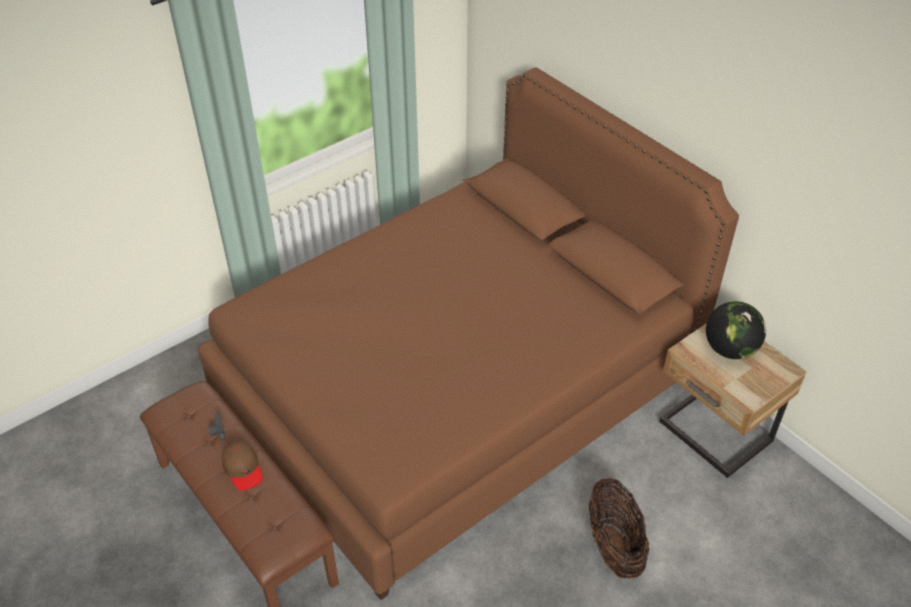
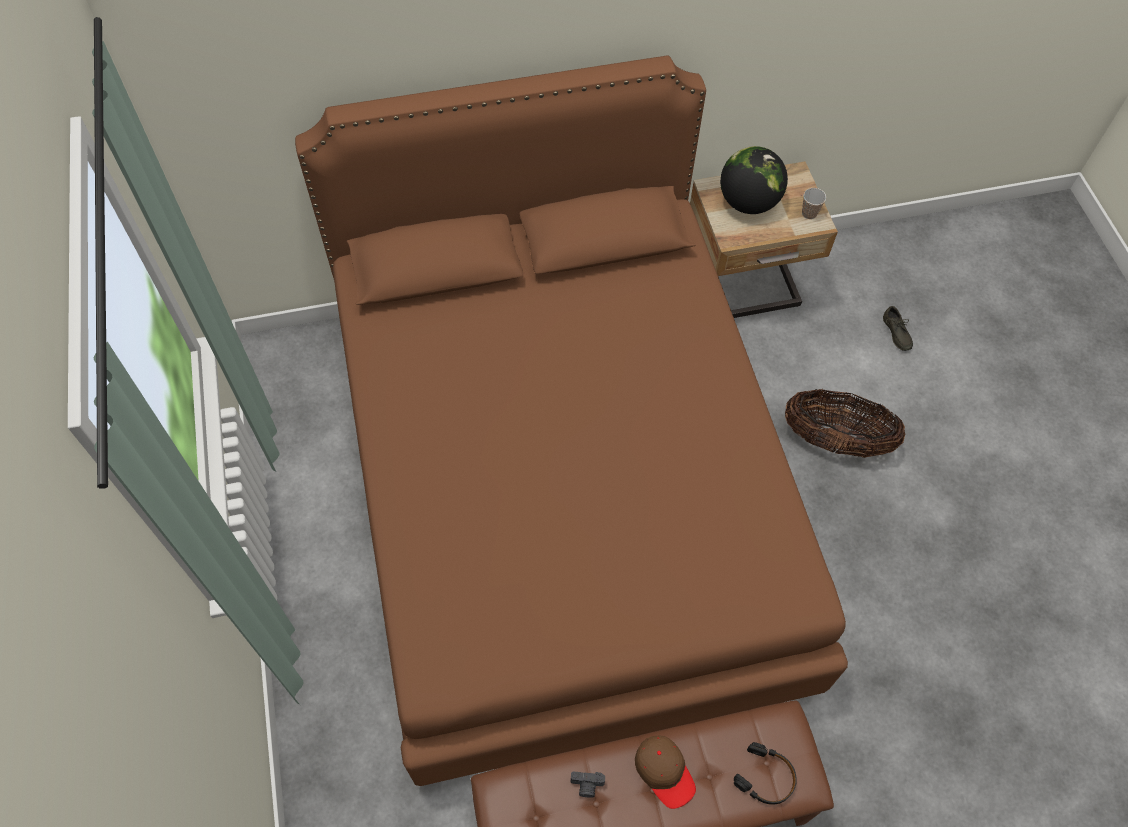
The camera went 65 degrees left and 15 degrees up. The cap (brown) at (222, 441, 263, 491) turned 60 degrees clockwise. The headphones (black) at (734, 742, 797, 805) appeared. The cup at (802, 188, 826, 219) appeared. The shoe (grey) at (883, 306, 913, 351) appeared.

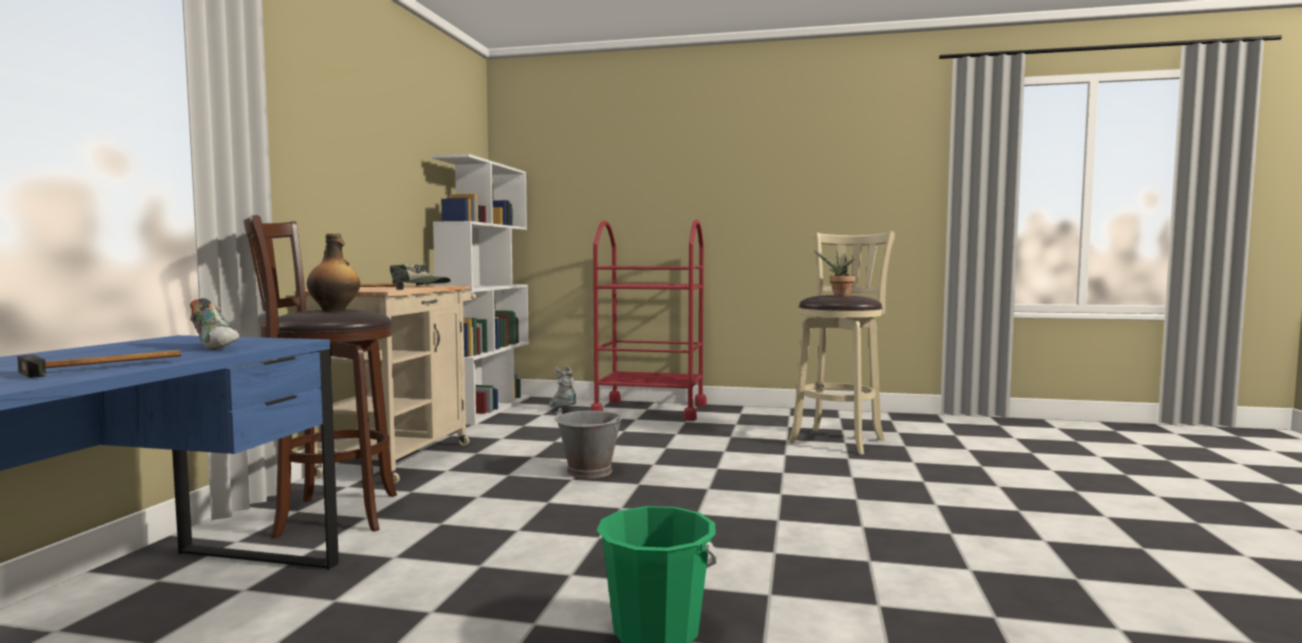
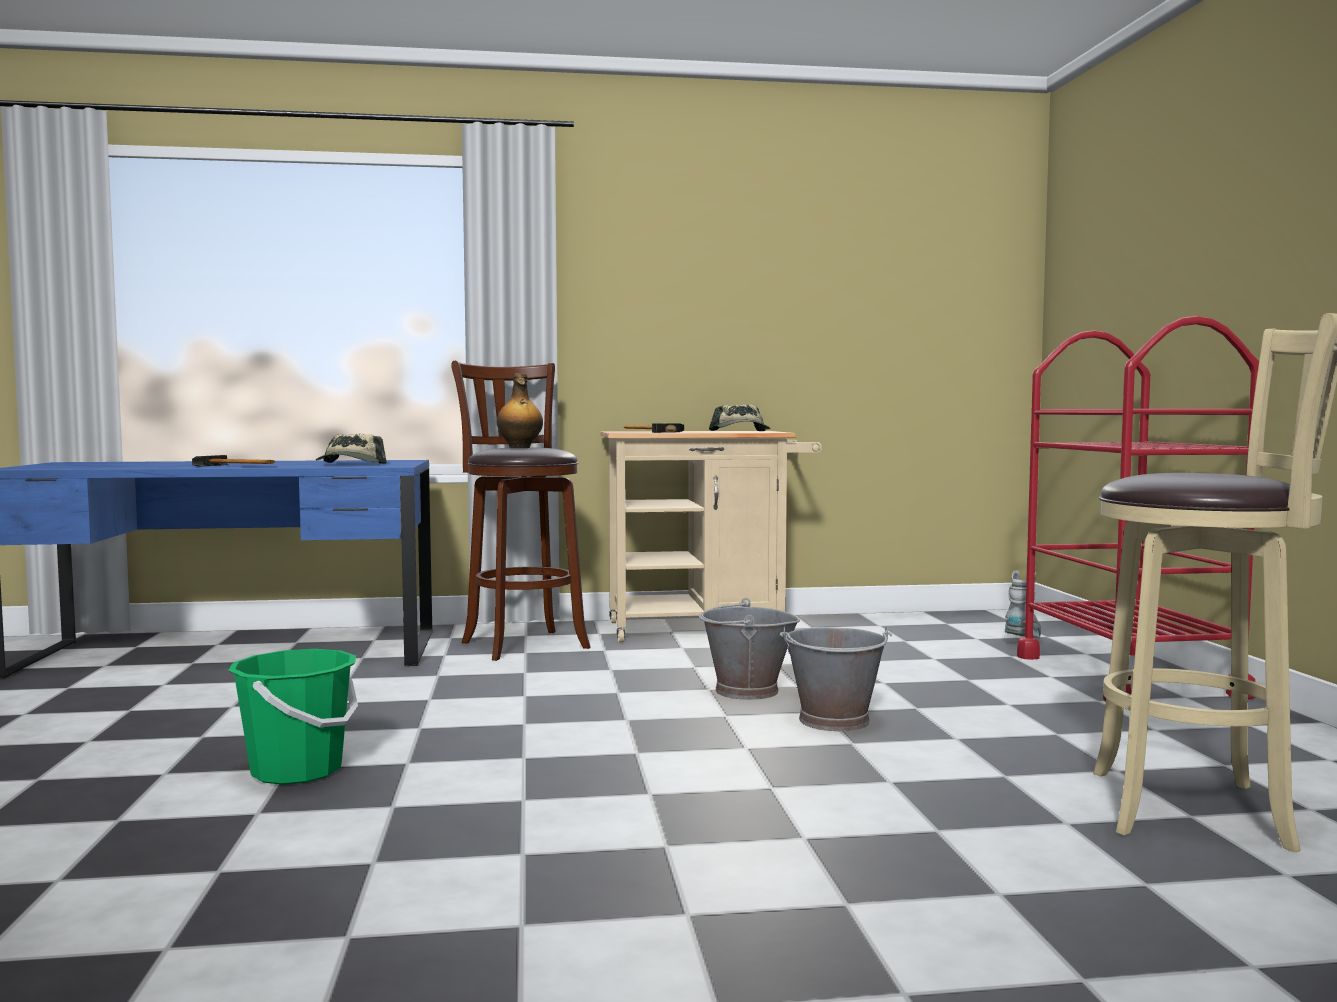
The camera went 70 degrees right and 0 degrees up. The shoe at (190, 298, 239, 350) was replaced by the cap at (316, 434, 387, 464). The bucket (grey) at (780, 627, 892, 731) appeared. The bookcase (white) at (431, 154, 530, 425) disappeared. The potted plant at (814, 251, 855, 297) disappeared.

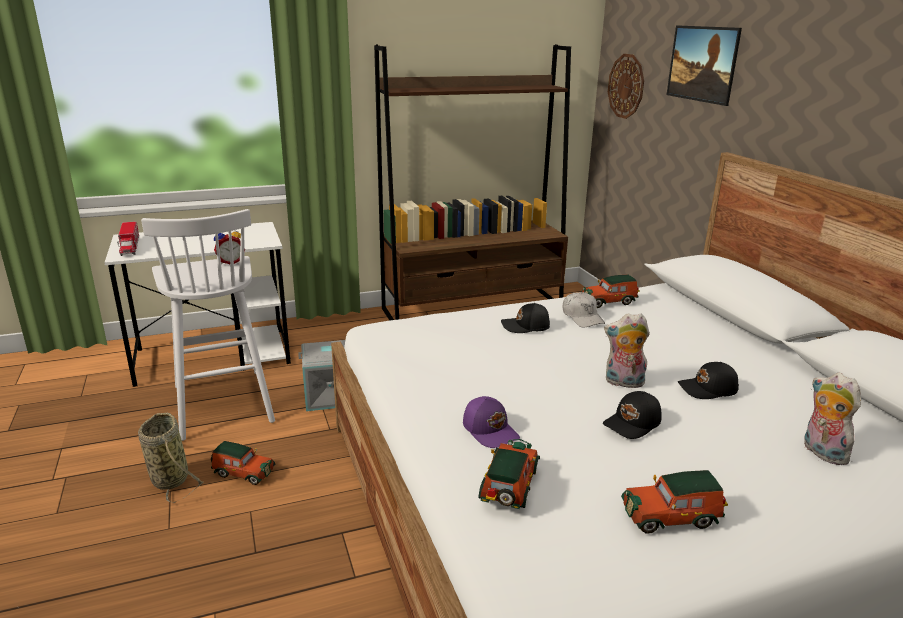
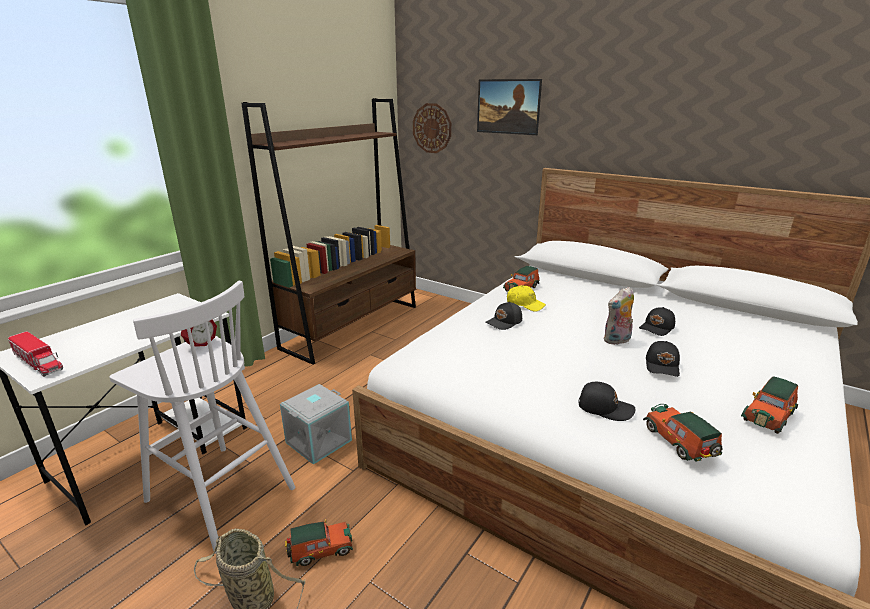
The camera went 35 degrees left and 0 degrees up. The cap (white) at (563, 292, 605, 327) became the cap (yellow) at (507, 285, 546, 312). The cap (purple) at (463, 396, 520, 448) became the cap (black) at (579, 382, 635, 421). The plush toy at (804, 373, 861, 465) disappeared.

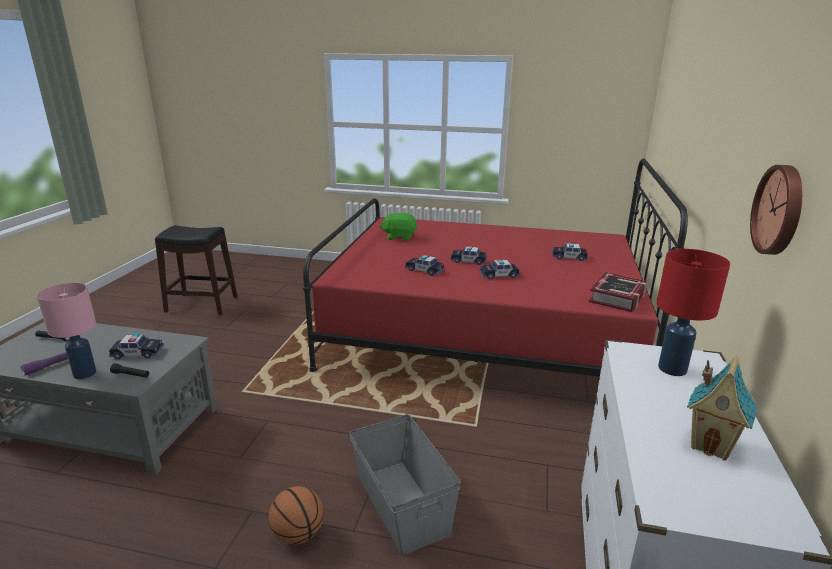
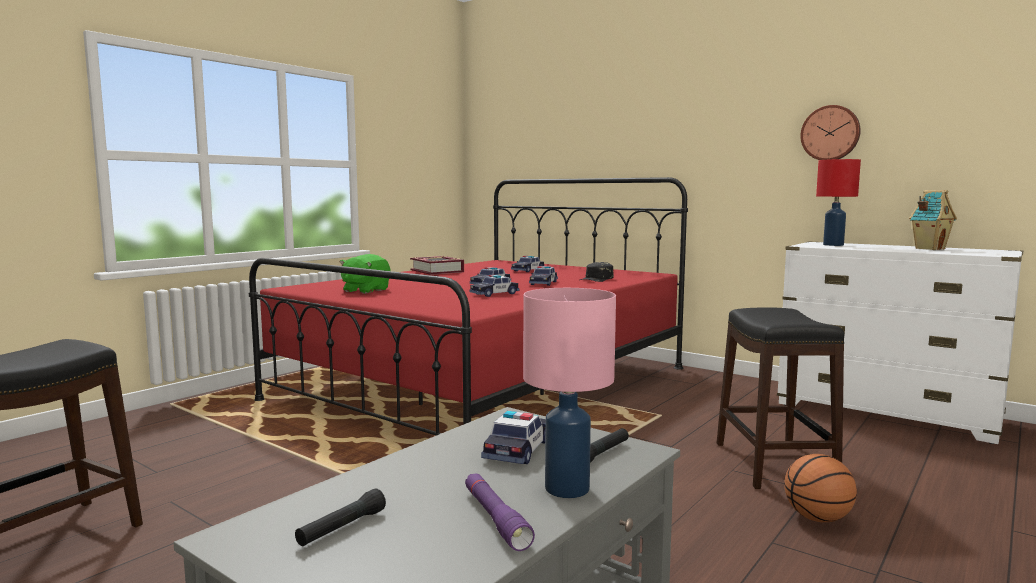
The camera went 65 degrees left and 15 degrees down. The book moved from (589, 272, 647, 312) to (410, 256, 464, 275). The cap (black) at (580, 262, 614, 282) appeared. The storage box (grey) at (349, 414, 461, 555) was replaced by the stool (black) at (717, 307, 844, 489).

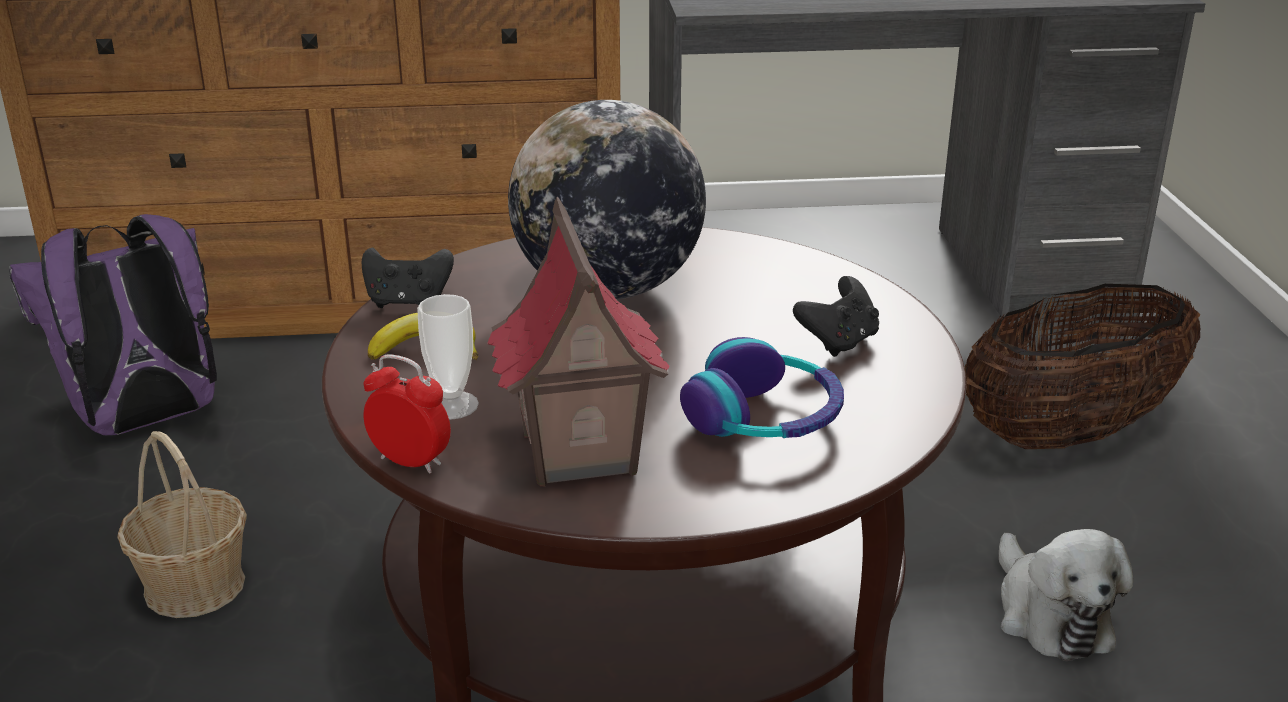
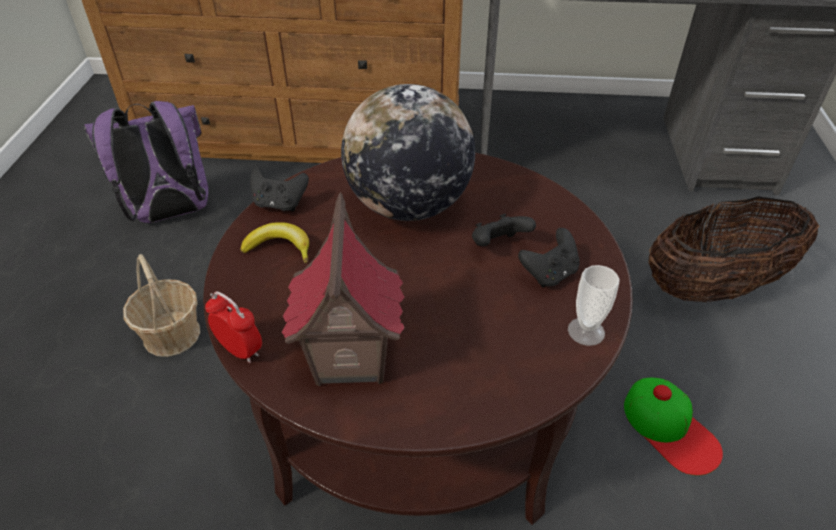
The camera went 10 degrees right and 15 degrees up. The game controller (black) at (472, 214, 536, 246) appeared. The cup moved from (417, 294, 479, 420) to (568, 265, 620, 346). The plush toy at (998, 529, 1133, 661) was replaced by the cap at (624, 378, 723, 476). The headphones at (680, 337, 844, 438) disappeared.

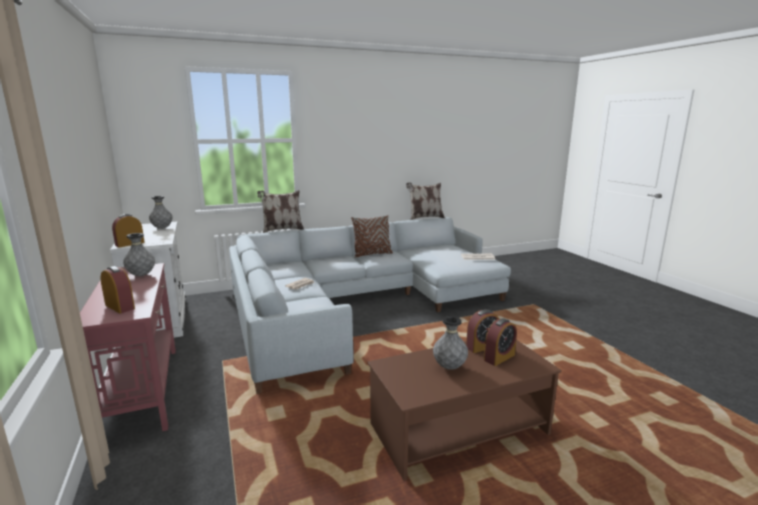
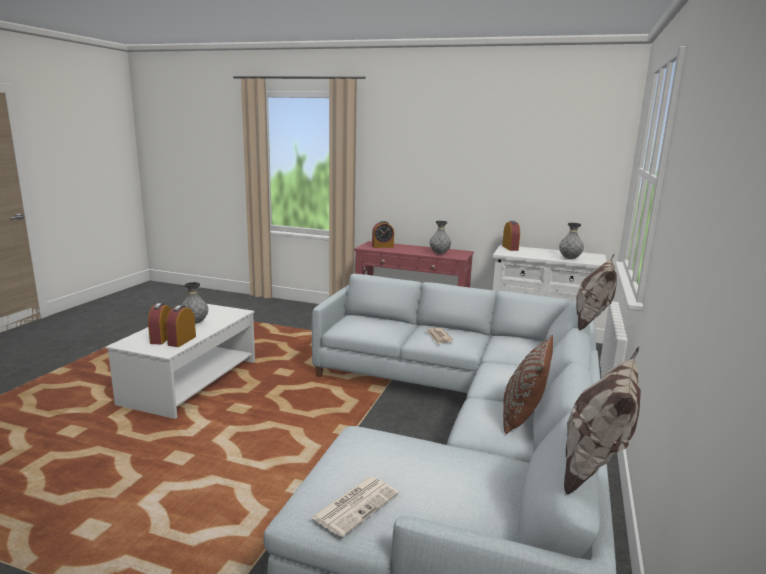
The camera went 130 degrees right and 0 degrees up. The coffee table (brown) at (367, 340, 562, 481) became the coffee table (white) at (105, 304, 255, 419).

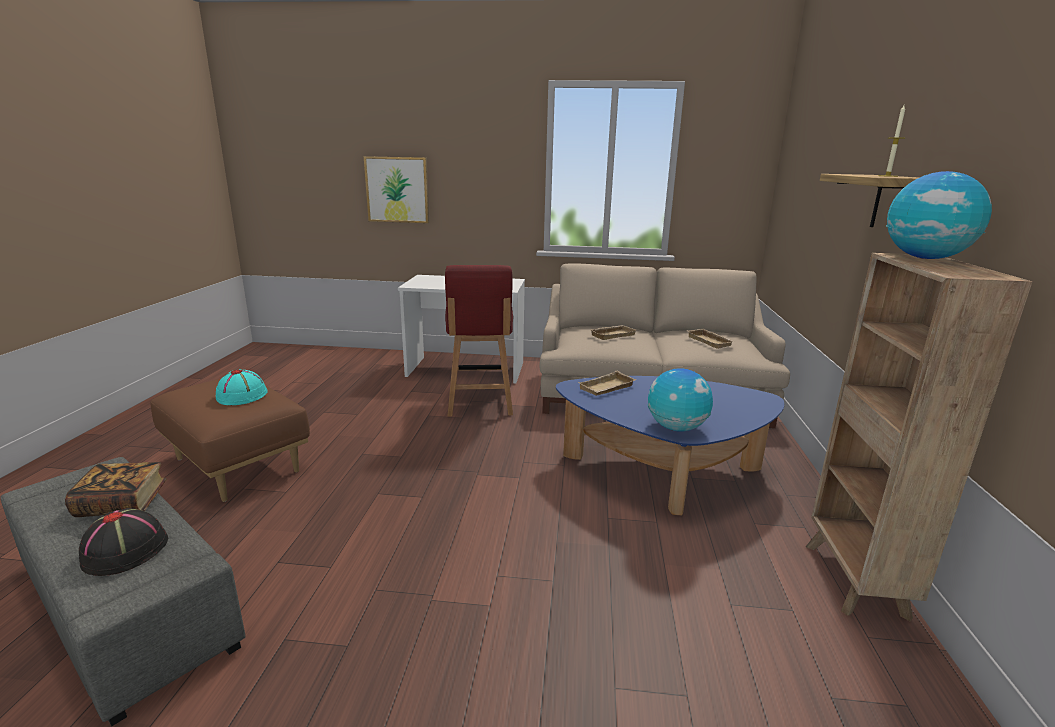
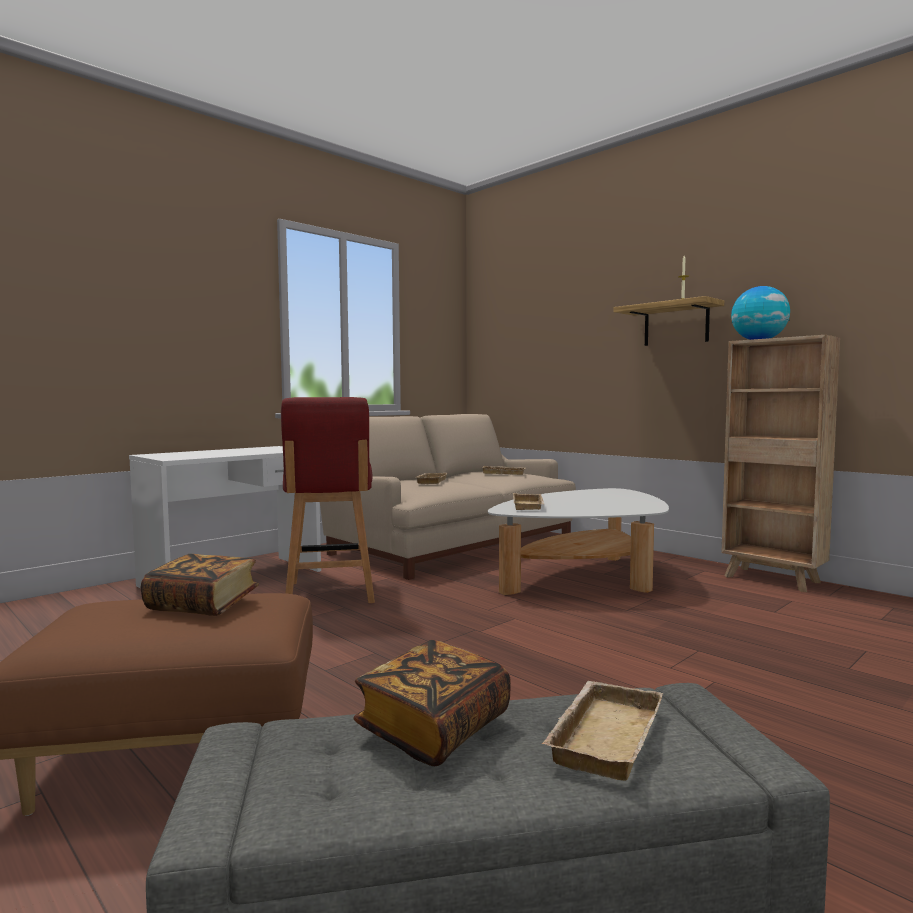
The camera went 50 degrees left and 15 degrees down. The hat (turquoise) at (216, 369, 267, 405) was replaced by the book at (141, 554, 259, 616). The chair (red) at (445, 265, 513, 417) turned 45 degrees clockwise. The coffee table (blue) at (556, 376, 784, 515) became the coffee table (white) at (488, 488, 669, 595). The hat (black) at (79, 508, 168, 576) was replaced by the tray (beige) at (542, 681, 663, 781). The picture at (364, 156, 429, 223) disappeared. The globe at (648, 368, 713, 432) disappeared.

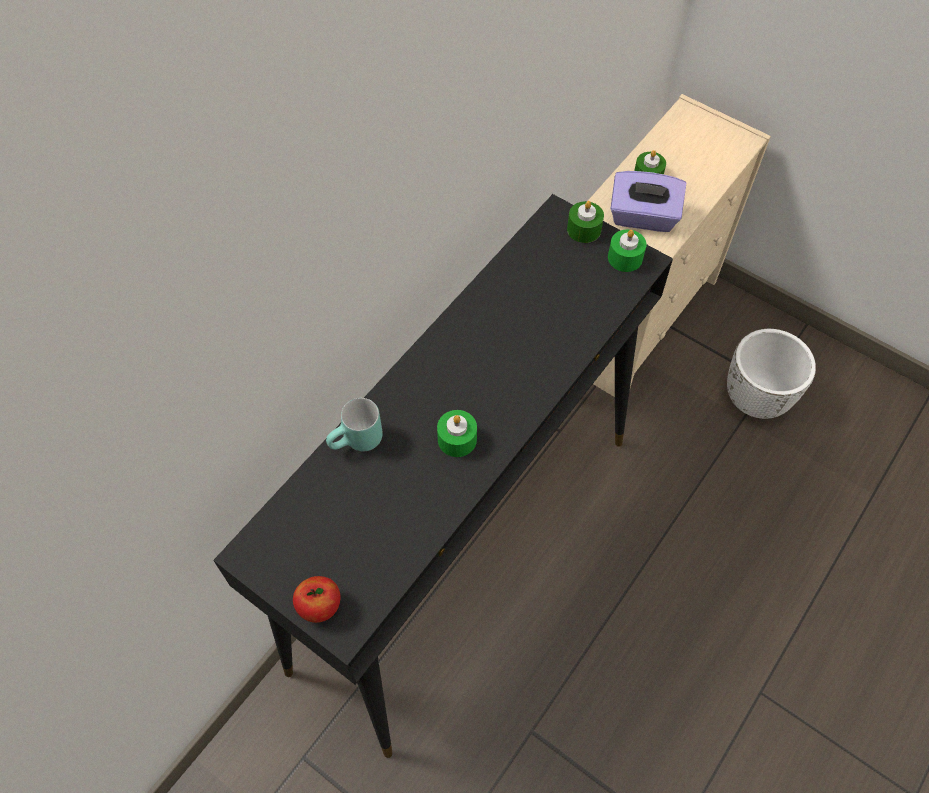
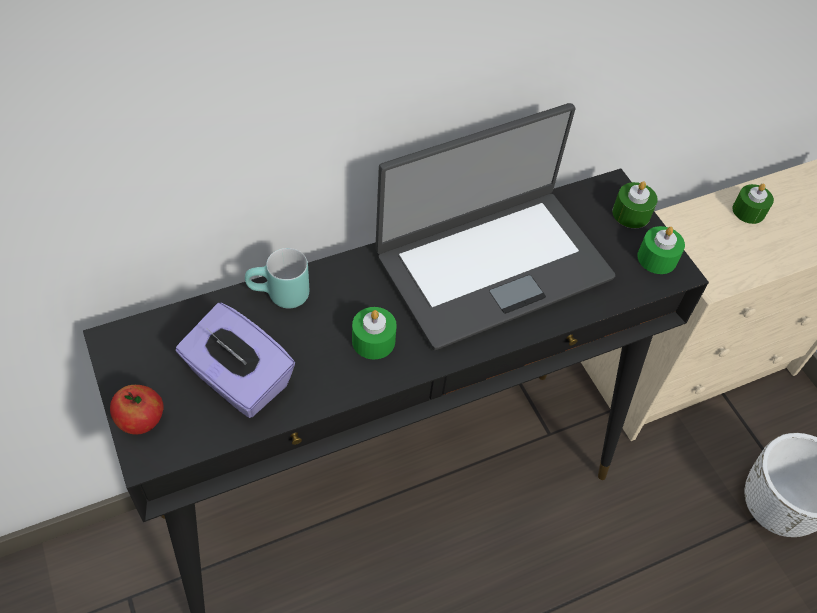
The camera went 25 degrees right and 5 degrees down. The tissue box (purple) moved from (610, 171, 686, 232) to (176, 303, 295, 418). The laptop at (375, 103, 615, 350) appeared.

